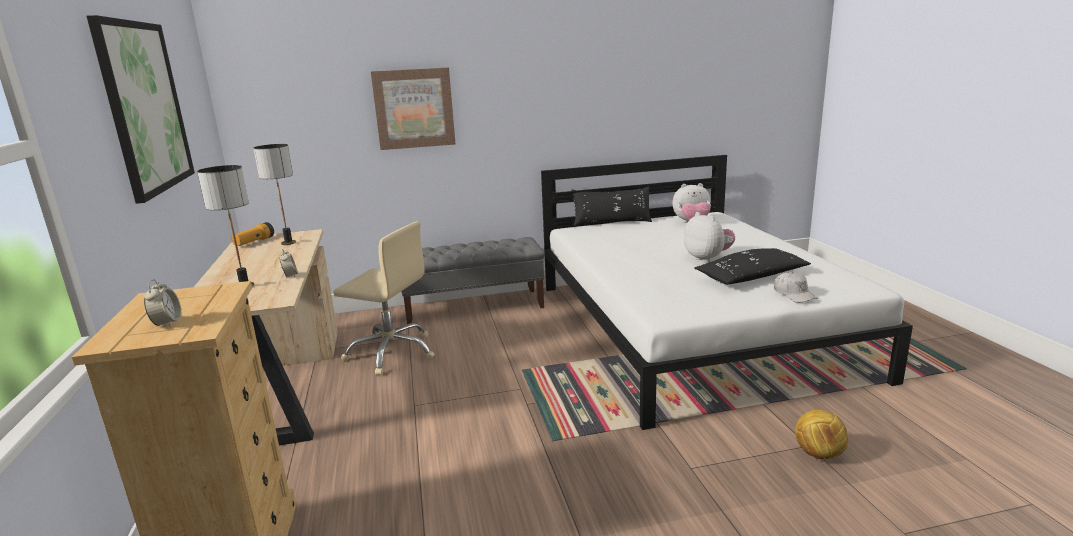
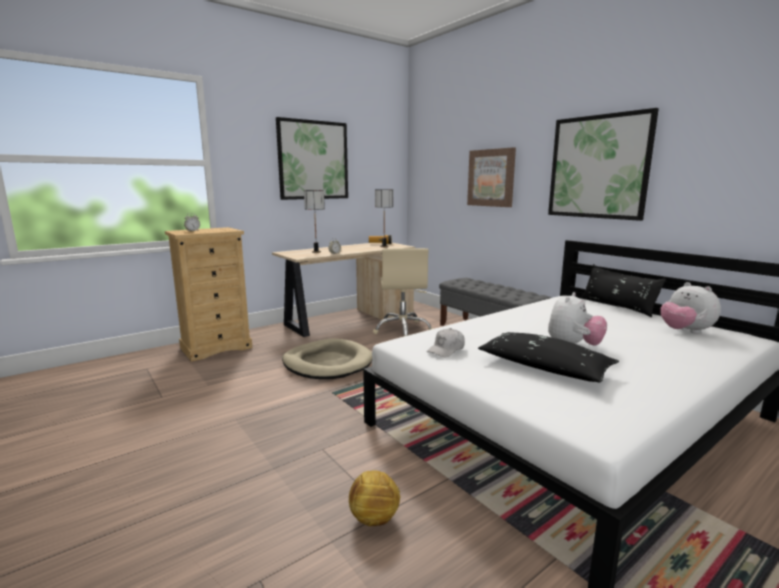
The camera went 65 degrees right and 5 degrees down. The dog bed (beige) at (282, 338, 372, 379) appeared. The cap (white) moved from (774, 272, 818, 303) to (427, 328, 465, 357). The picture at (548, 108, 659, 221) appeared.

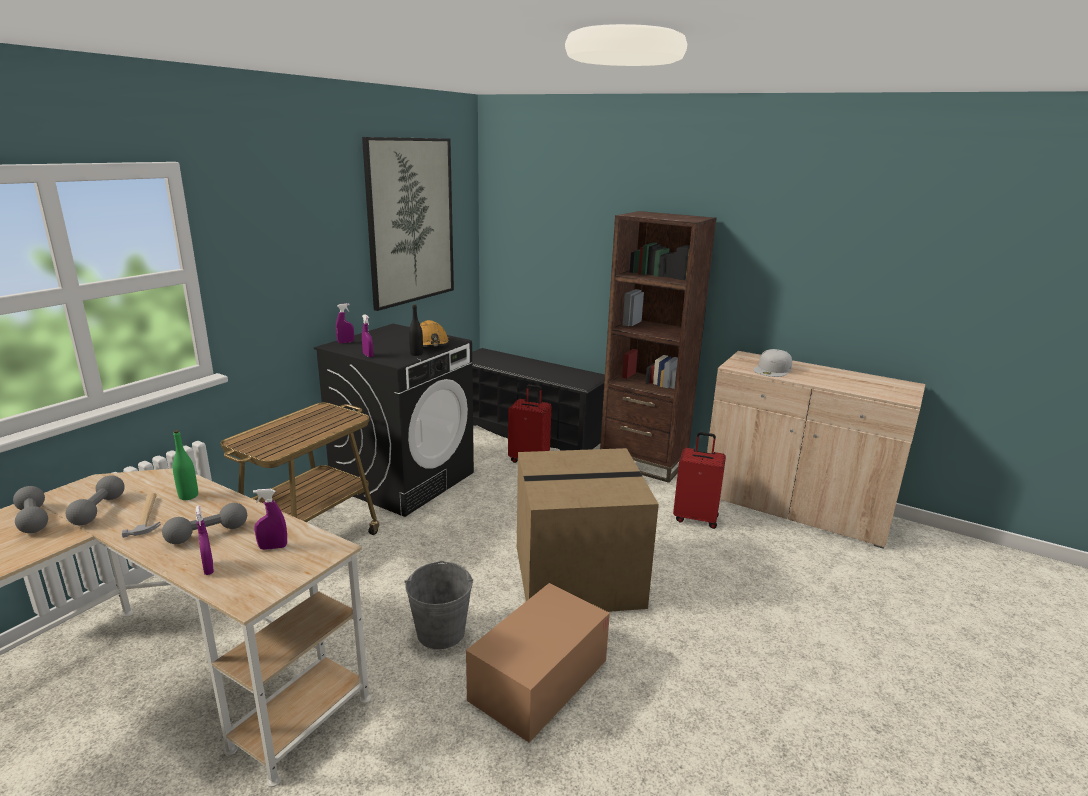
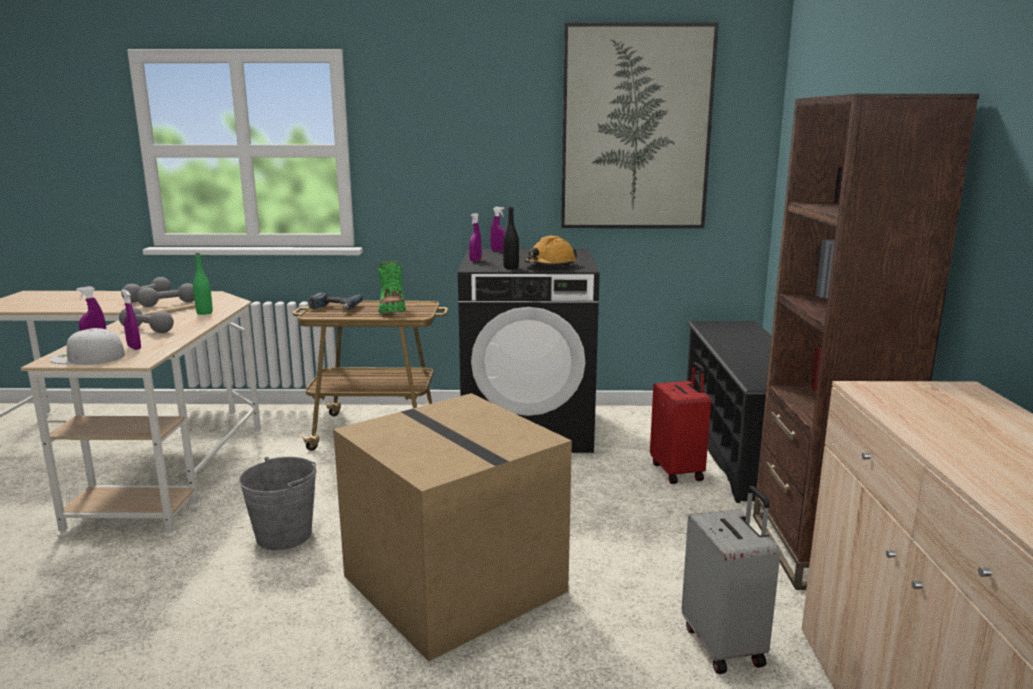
The camera went 60 degrees right and 5 degrees down. The cap (white) moved from (754, 349, 792, 377) to (50, 328, 125, 365). The power drill at (309, 292, 363, 310) appeared. The boot (green) at (377, 261, 406, 314) appeared. The suitcase (red) at (673, 432, 726, 529) became the suitcase (grey) at (682, 486, 781, 674). The cardboard box at (466, 583, 610, 743) disappeared.

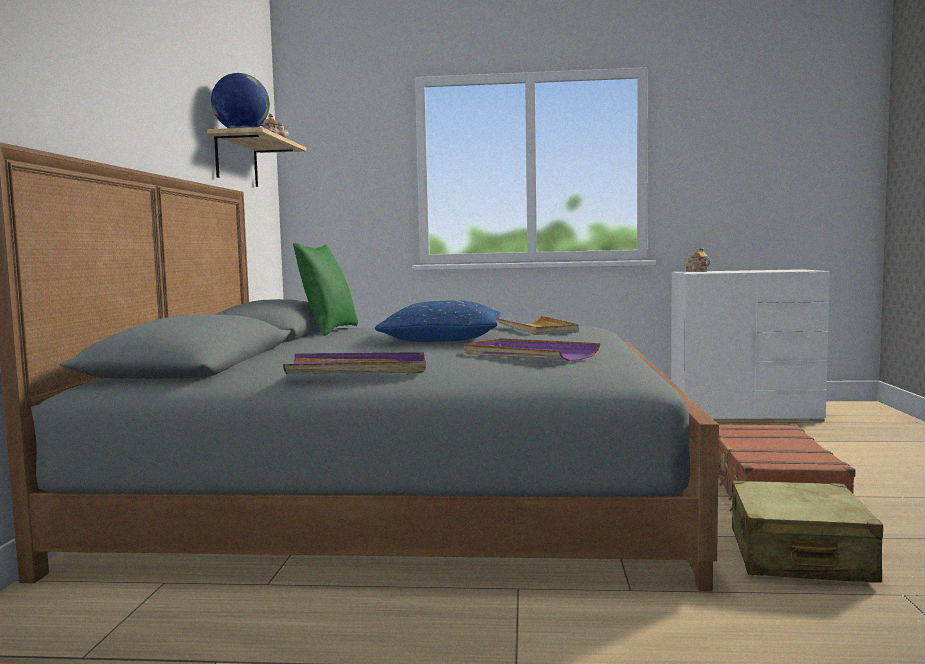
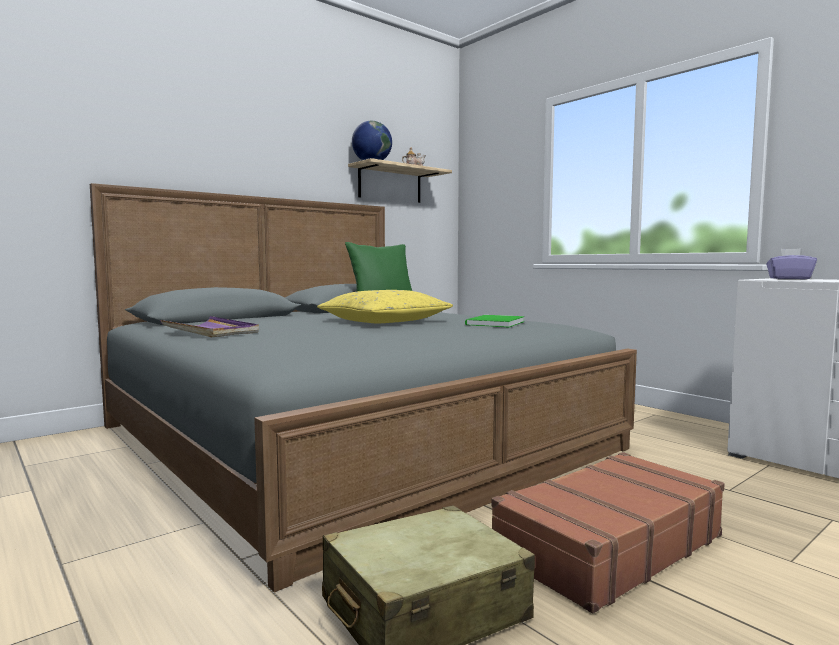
The camera went 45 degrees right and 0 degrees up. The pillow (blue) at (375, 300, 501, 342) became the pillow (yellow) at (317, 290, 453, 323). The tray (beige) at (497, 316, 579, 335) was replaced by the book (green) at (465, 315, 524, 328). The teapot at (685, 247, 711, 272) was replaced by the tissue box (purple) at (766, 248, 817, 279). The tray (purple) at (464, 338, 600, 361) disappeared.

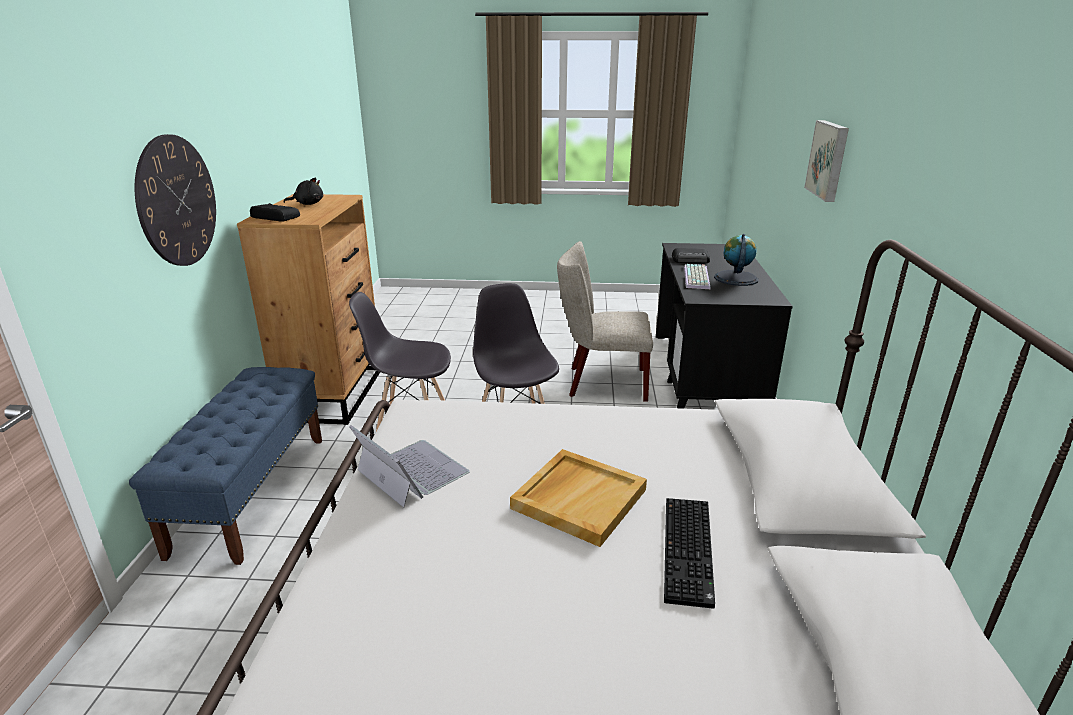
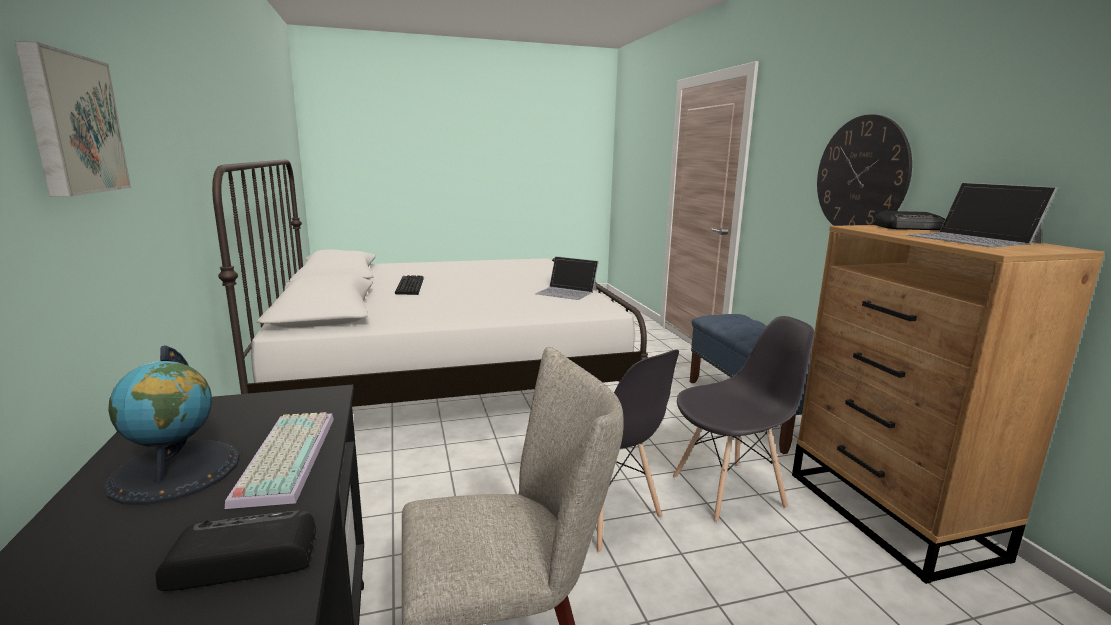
The camera went 160 degrees right and 10 degrees down. The plush toy (black) at (284, 177, 323, 205) was replaced by the laptop at (906, 182, 1057, 247). The tray (beige) at (510, 449, 647, 547) disappeared.

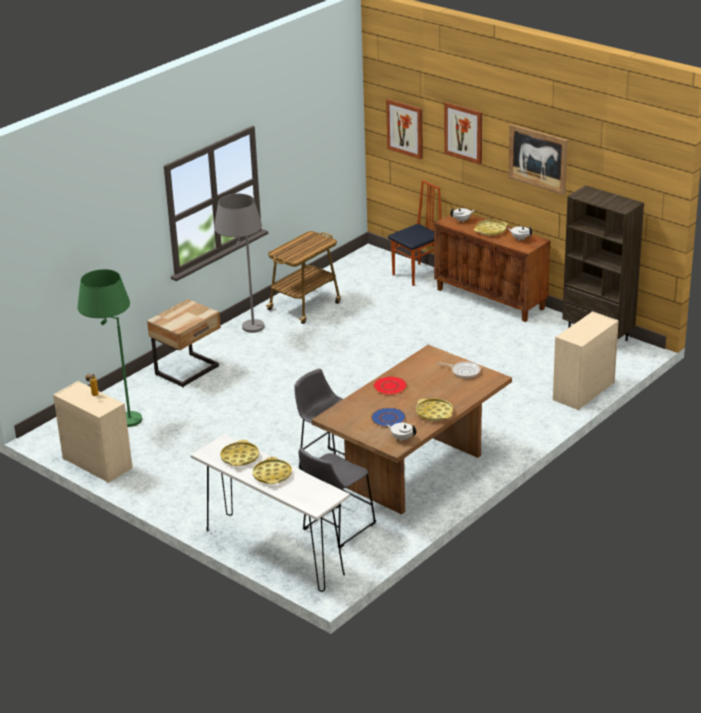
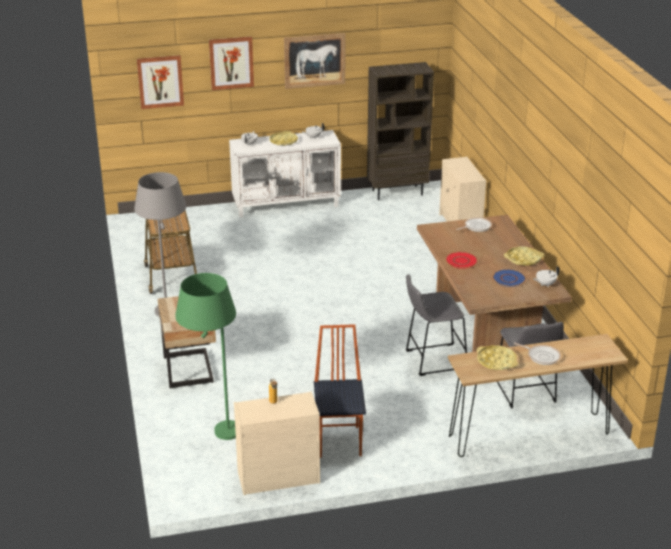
The camera went 55 degrees left and 0 degrees up. The cabinet (brown) at (434, 214, 550, 322) became the cabinet (white) at (229, 130, 341, 217). The chair moved from (388, 180, 441, 286) to (314, 324, 366, 458). The console table (white) at (191, 434, 350, 592) became the console table (brown) at (448, 334, 628, 457). The tray (yellow) at (253, 457, 292, 484) was replaced by the frying pan at (514, 343, 561, 365).

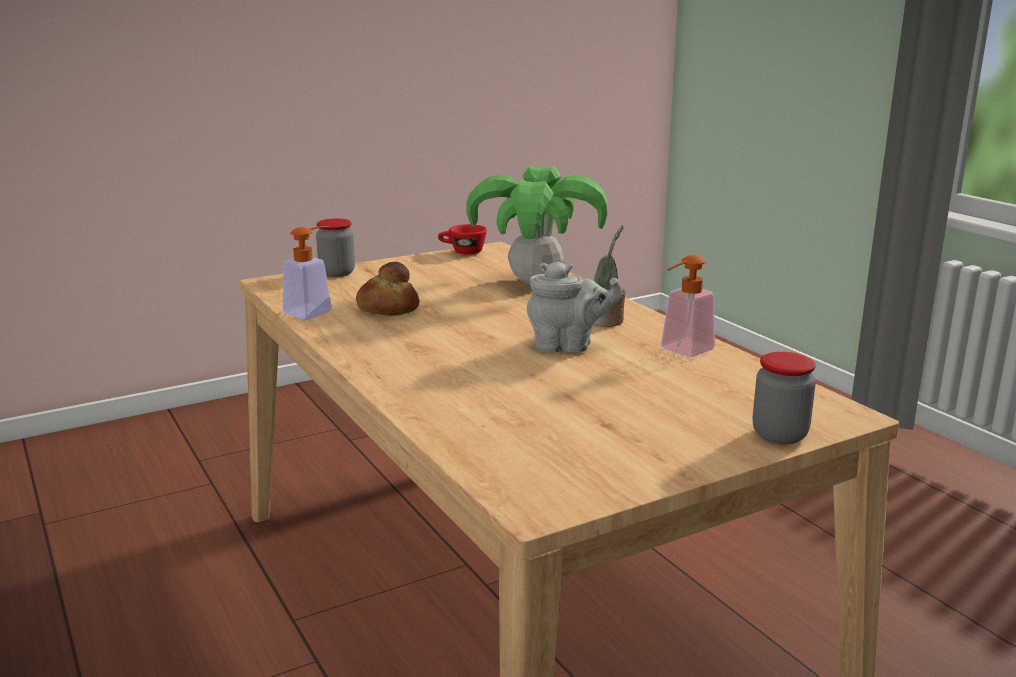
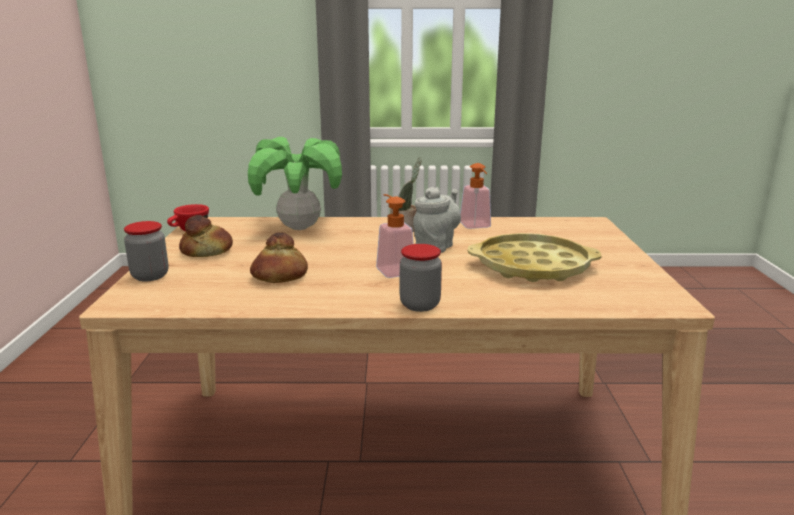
The camera went 60 degrees left and 0 degrees up. The bread at (179, 215, 233, 257) appeared. The soap dispenser moved from (282, 226, 332, 320) to (376, 194, 414, 278). The jar moved from (753, 352, 816, 444) to (400, 244, 442, 312). The tray (yellow) at (468, 233, 602, 282) appeared.

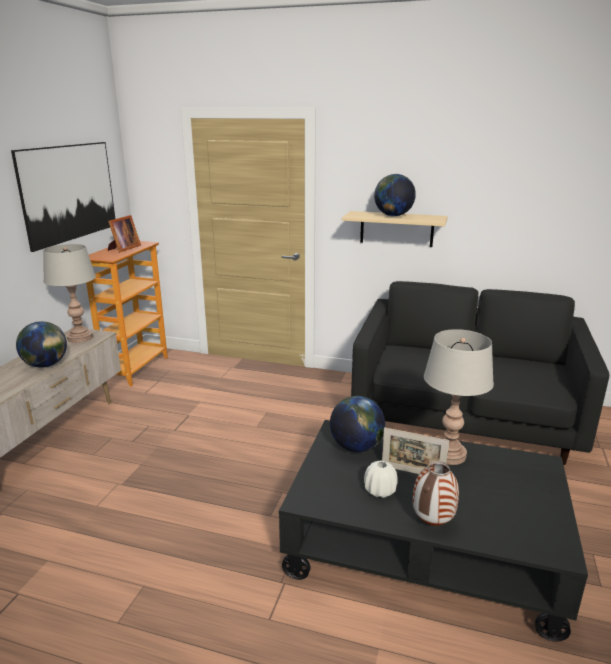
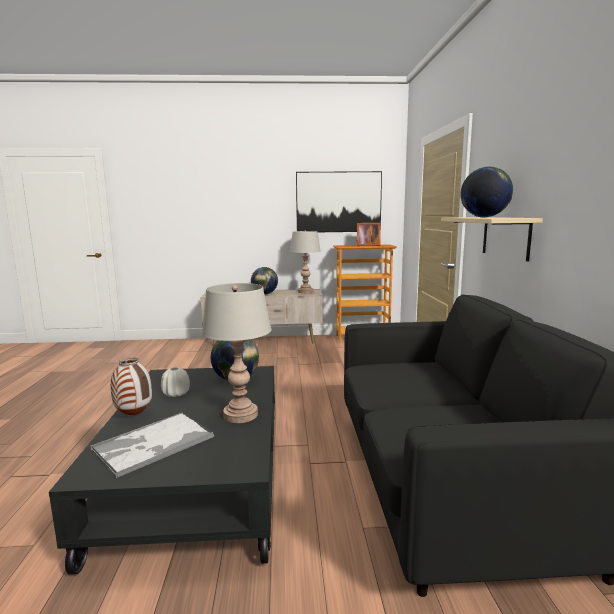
The camera went 70 degrees right and 10 degrees down. The tray at (91, 412, 214, 478) appeared. The picture frame at (382, 427, 449, 474) disappeared.

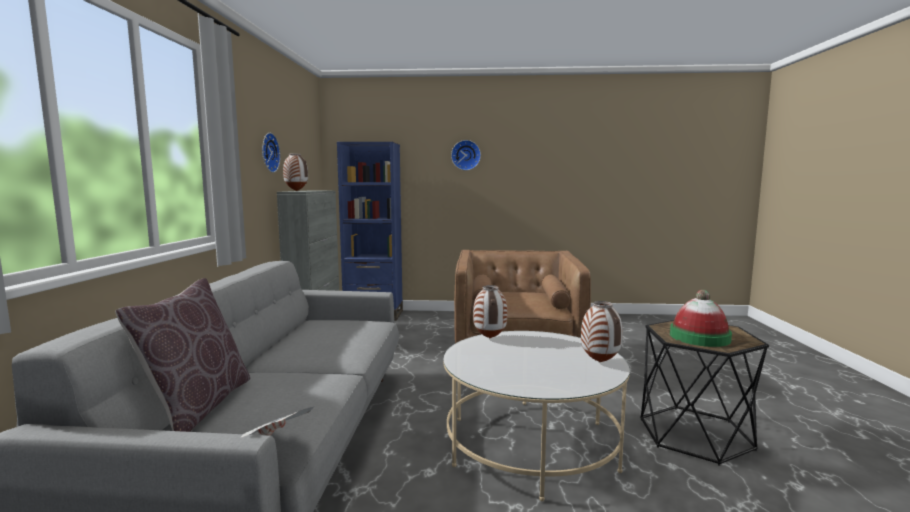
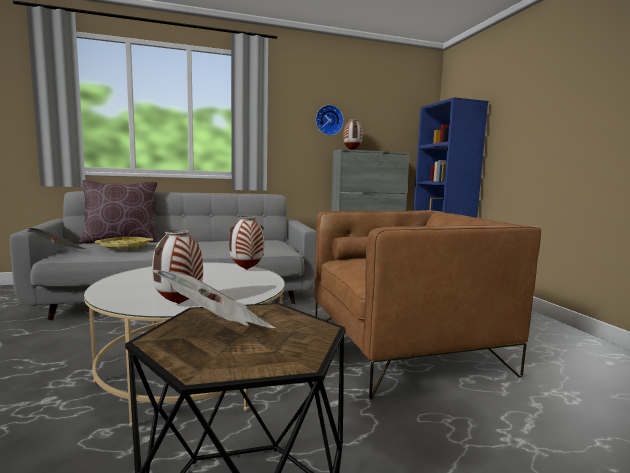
The camera went 70 degrees right and 0 degrees up. The tray (yellow) at (95, 237, 153, 250) appeared. The hat at (670, 290, 732, 347) was replaced by the newspaper at (152, 270, 275, 328). The wall clock at (451, 140, 481, 170) disappeared.

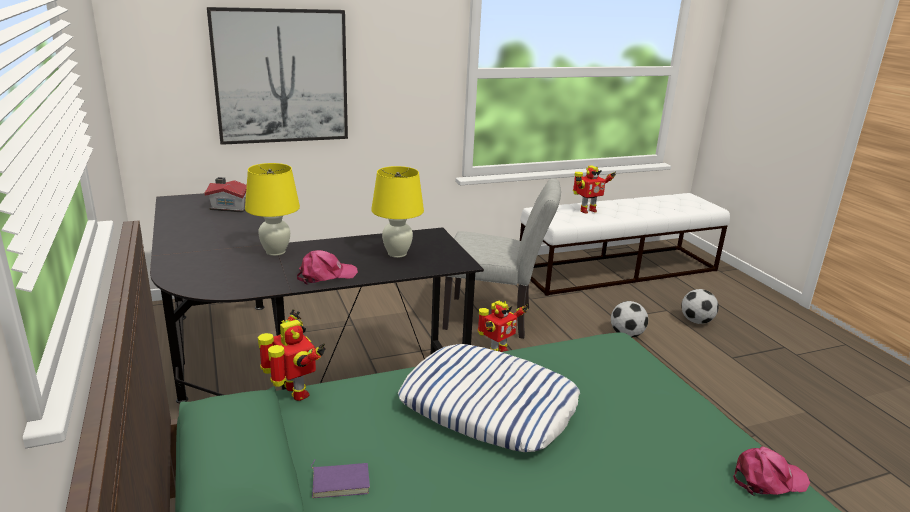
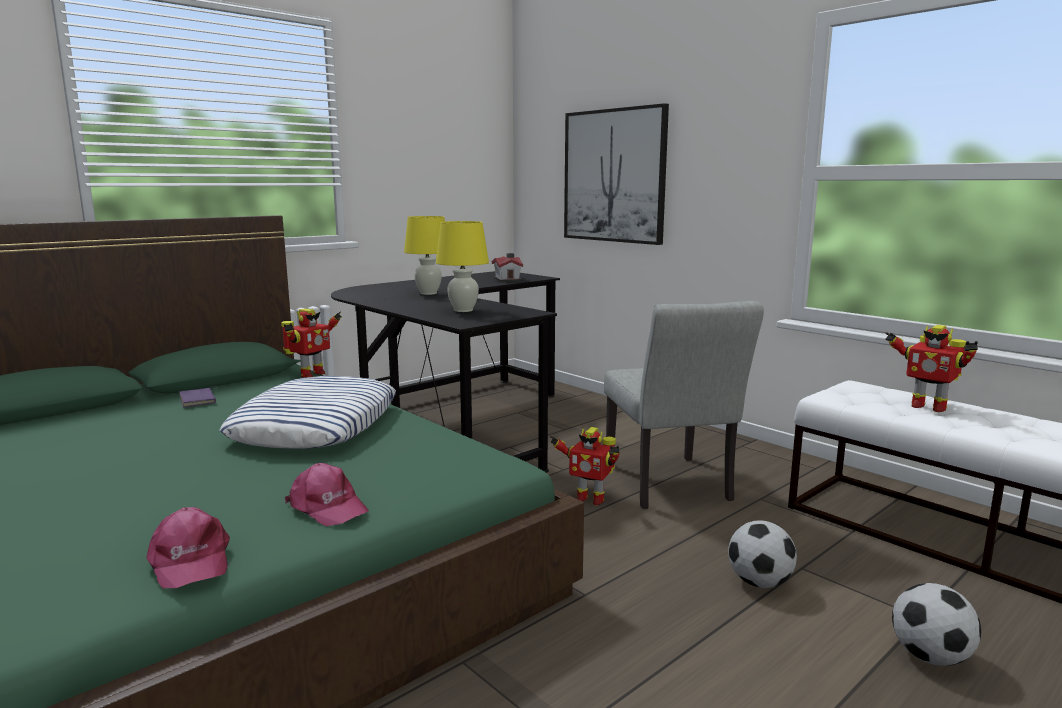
The camera went 70 degrees right and 10 degrees down. The cap (pink) moved from (297, 250, 358, 285) to (285, 463, 369, 526).

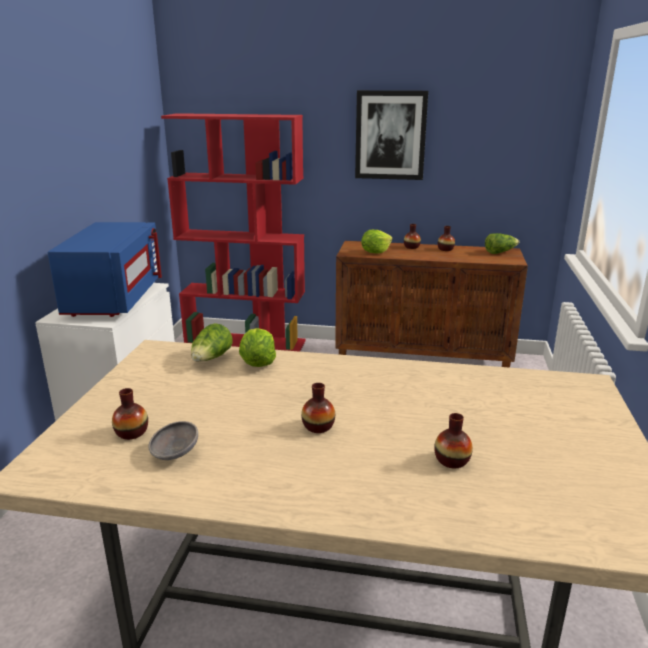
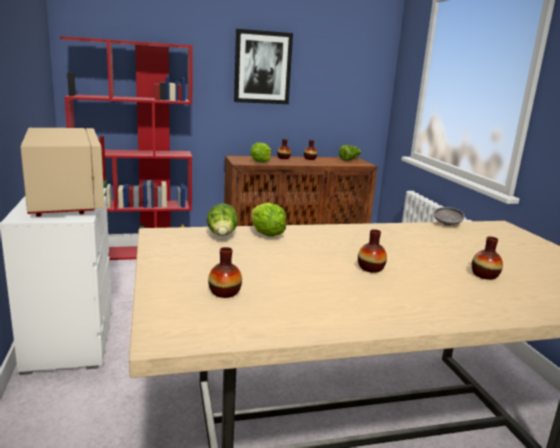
The camera went 25 degrees left and 5 degrees down. The microwave (blue) at (48, 222, 162, 317) became the microwave (beige) at (20, 128, 106, 217). The bowl (grey) moved from (148, 421, 198, 460) to (433, 207, 465, 226).

